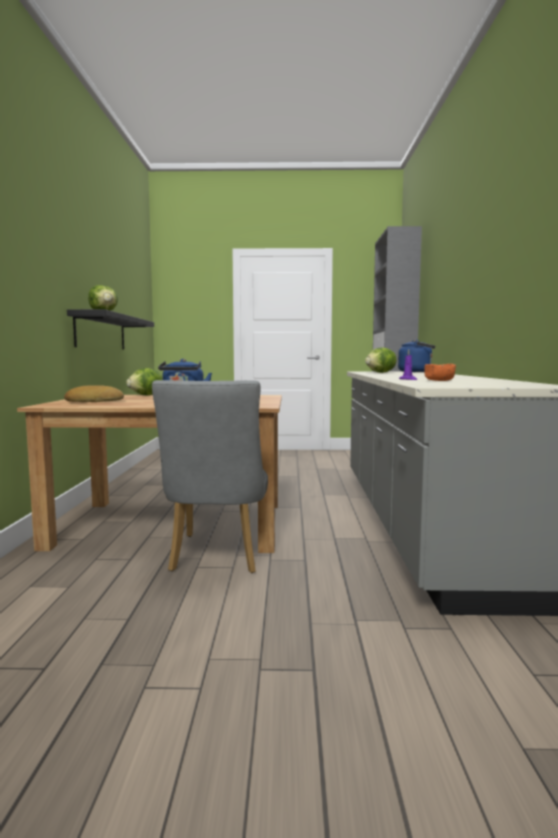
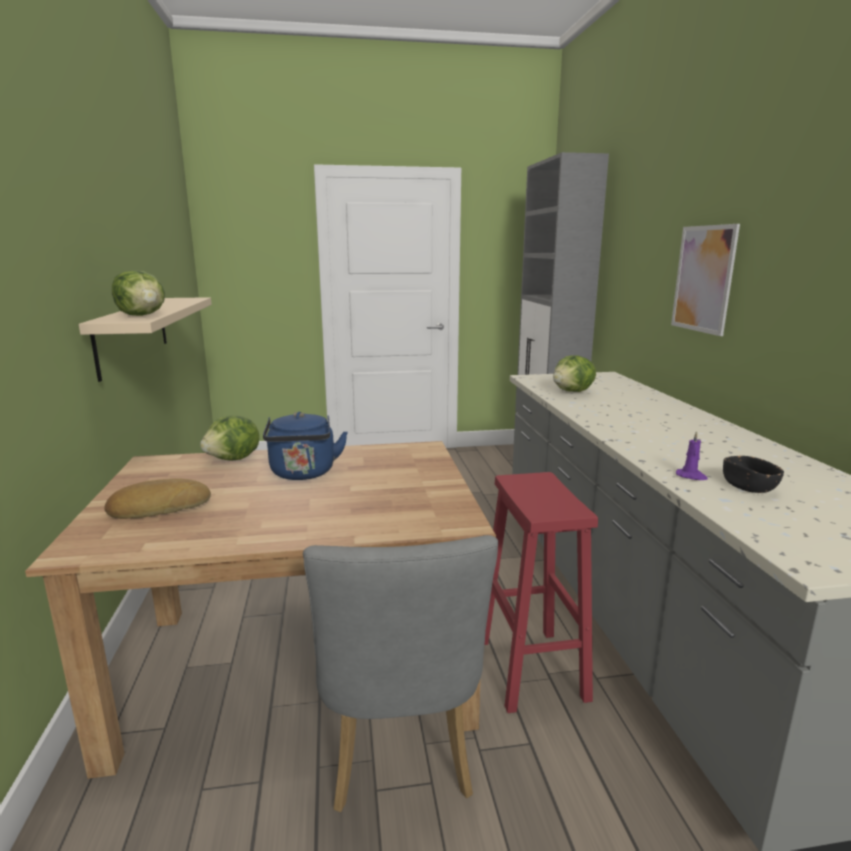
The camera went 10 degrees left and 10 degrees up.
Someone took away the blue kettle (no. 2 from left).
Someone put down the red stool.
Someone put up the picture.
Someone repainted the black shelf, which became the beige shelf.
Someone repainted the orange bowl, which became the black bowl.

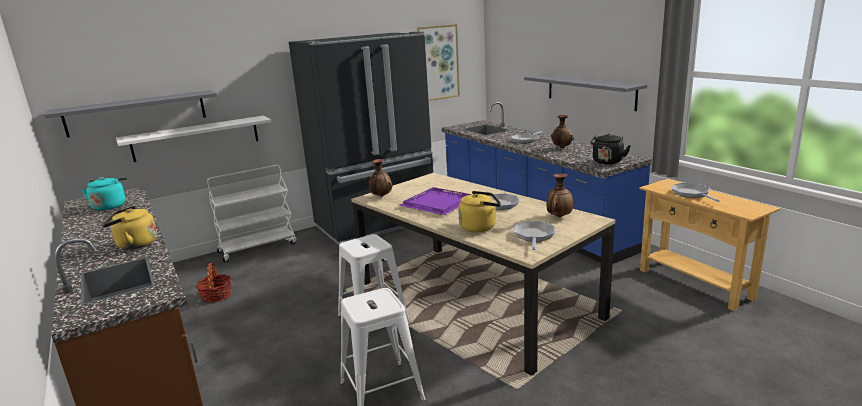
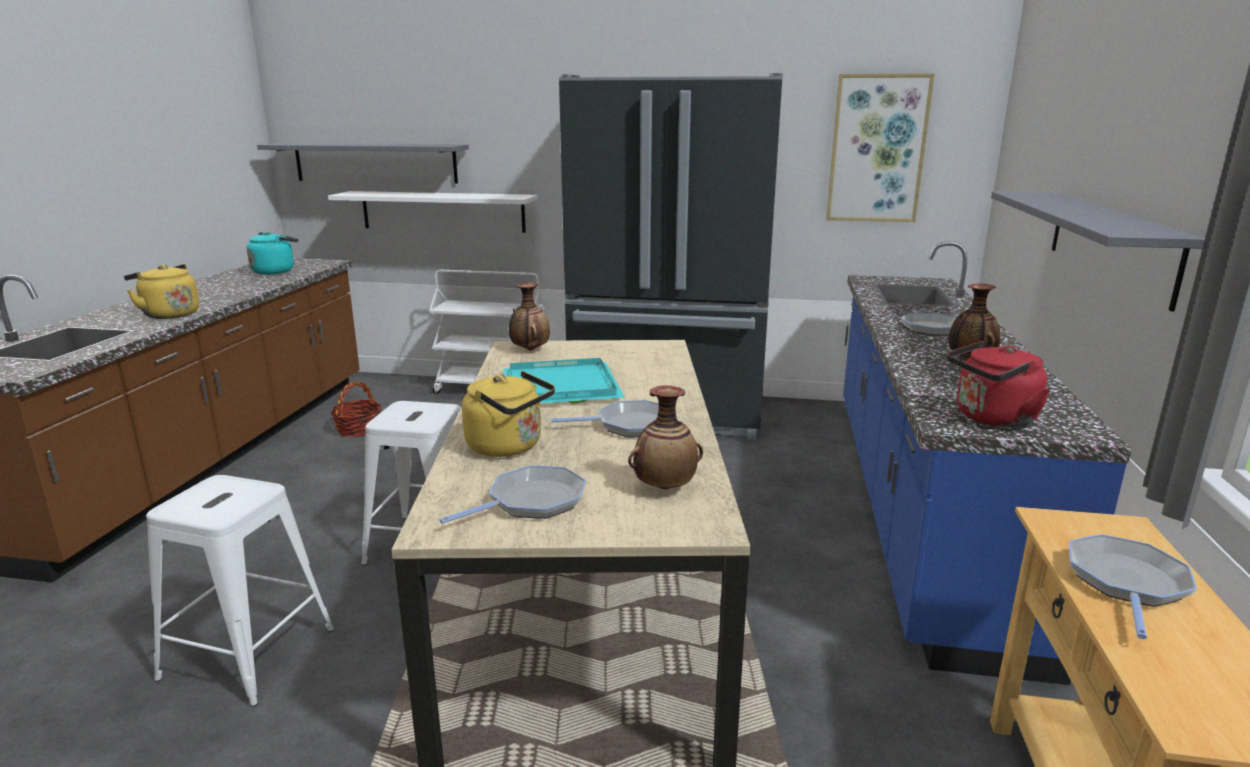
The camera went 40 degrees right and 0 degrees up.
Someone repainted the purple tray, which became the turquoise tray.
Someone repainted the black kettle, which became the red kettle.

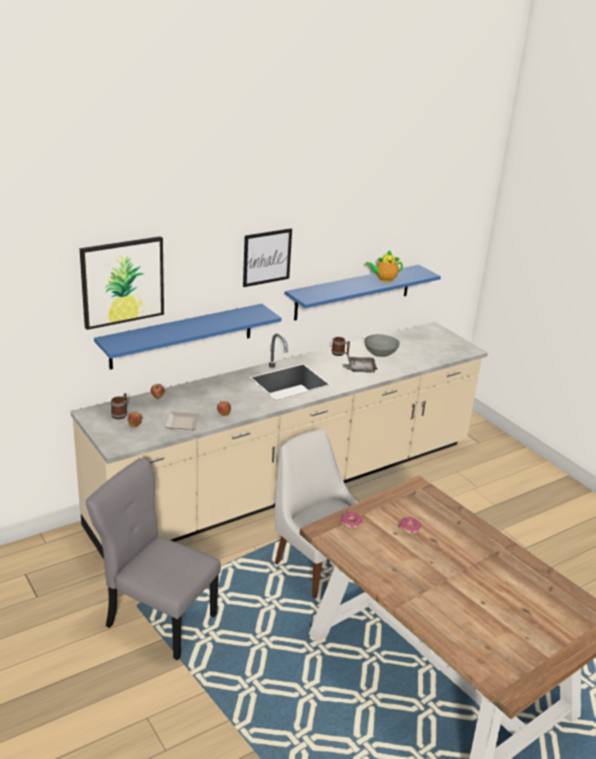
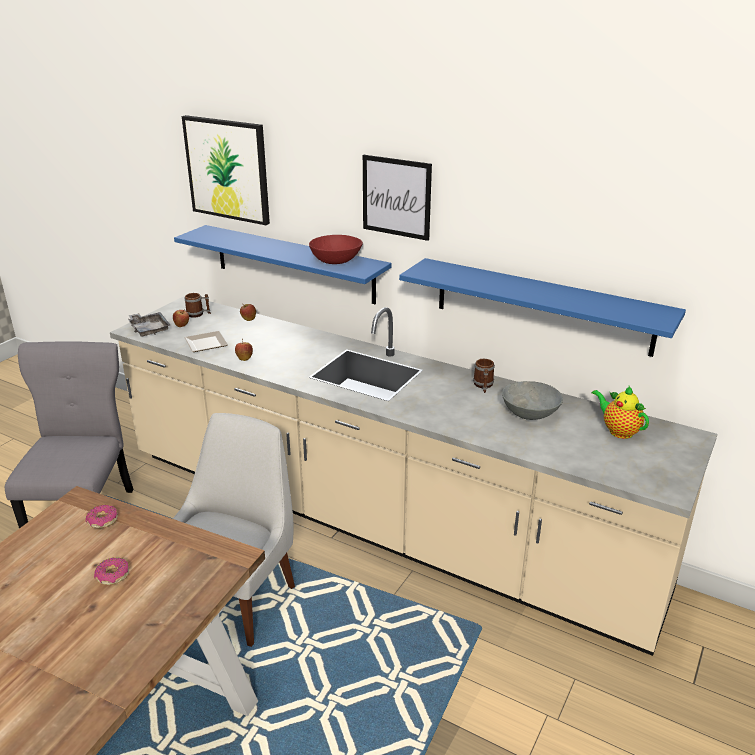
The camera went 65 degrees right and 0 degrees up.
Someone put down the red bowl.
Someone carried the grey tray.
Someone carried the teapot.

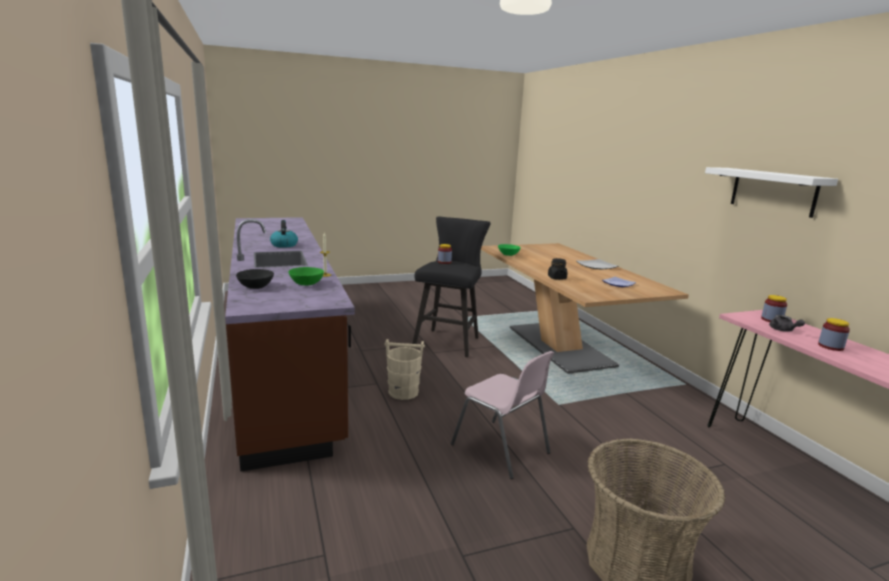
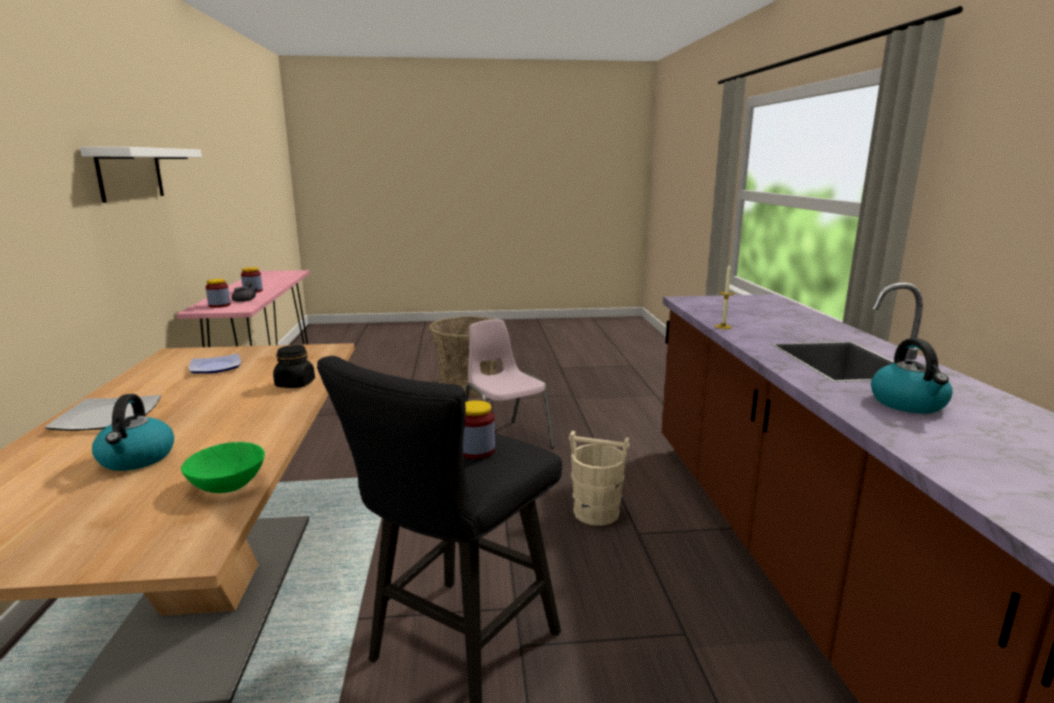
The camera went 165 degrees left and 0 degrees up.
Someone took away the black bowl.
Someone took away the green bowl (no. 1 from left).
Someone put down the kettle (no. 1 from left).

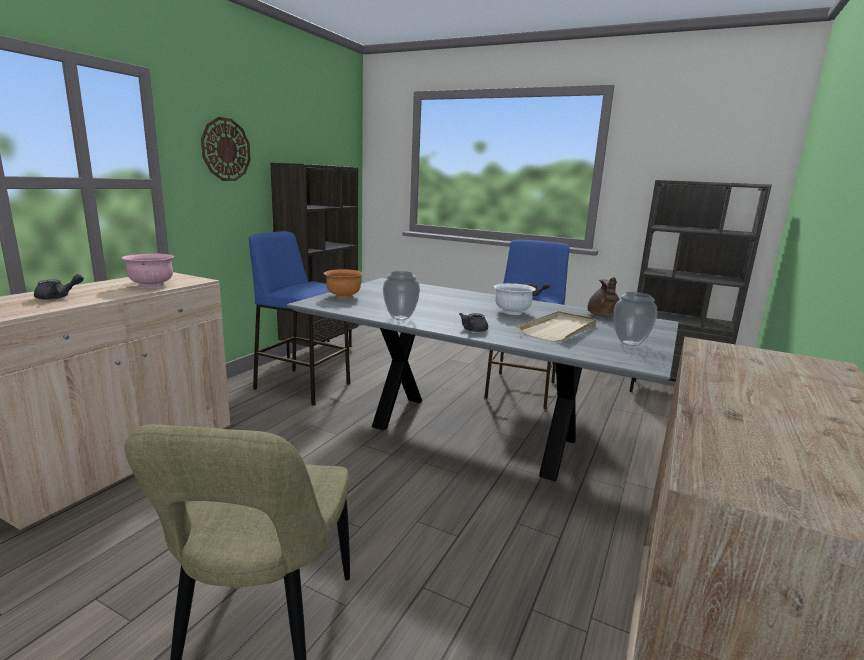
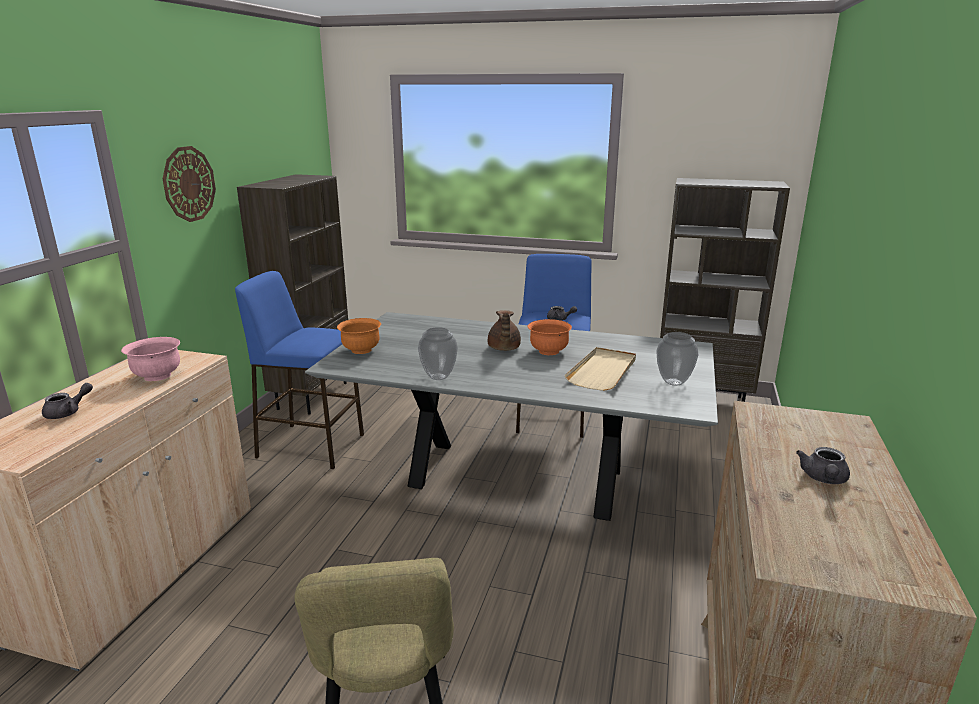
The camera went 10 degrees left and 5 degrees up.
Someone carried the grey teapot (no. 2 from left in the first image).
Someone carried the brown teapot.
Someone repainted the white bowl, which became the orange bowl (no. 2 from left).

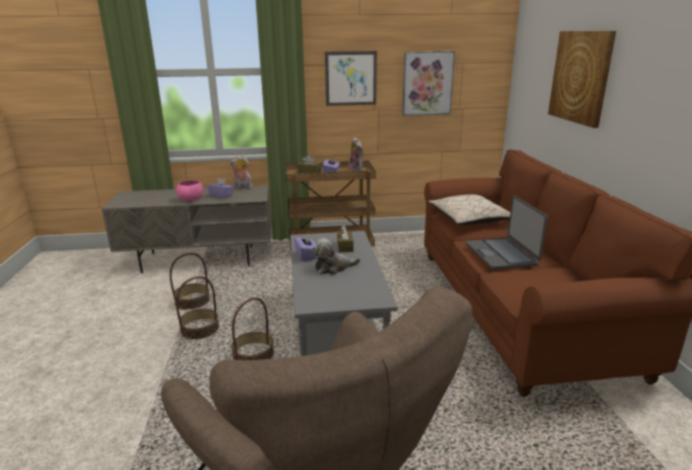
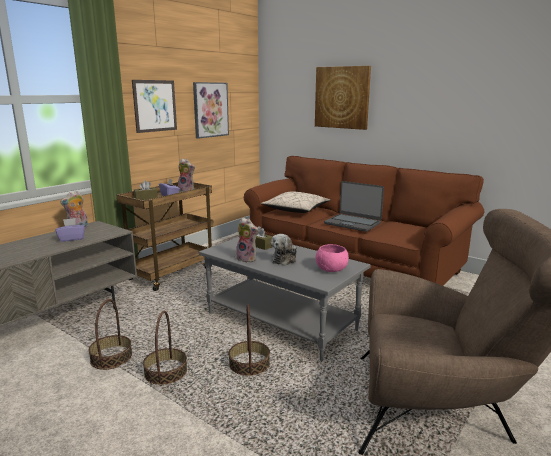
The camera went 45 degrees left and 5 degrees down.
Someone carried the pink bowl.
Someone swapped the purple tissue box (no. 2 from left) for the plush toy (no. 3 from left).

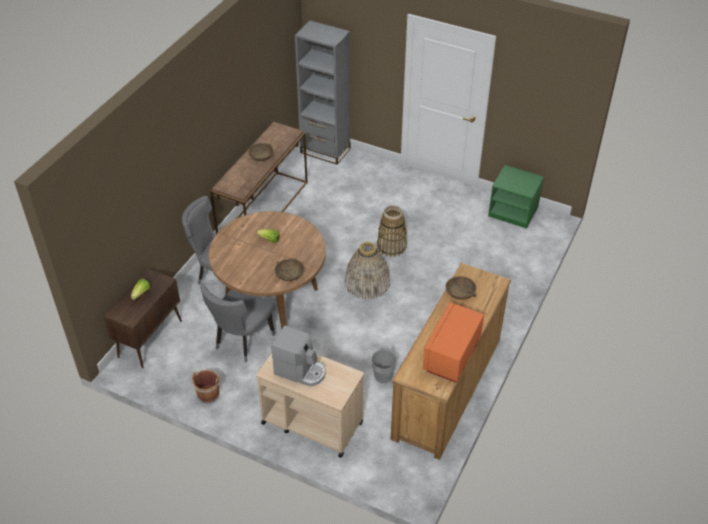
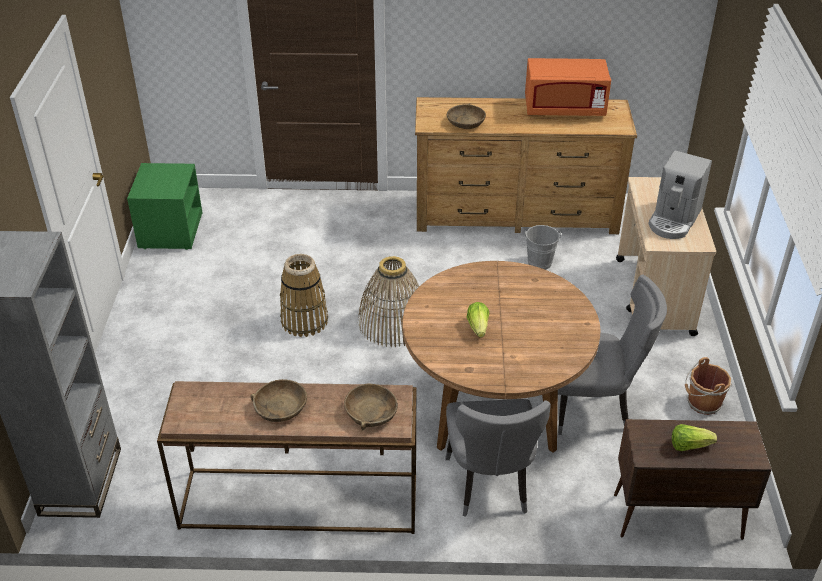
The camera went 115 degrees left and 5 degrees down.
Someone carried the brown bowl (no. 2 from left).
Someone rotated the coffee machine by 150 degrees counterclockwise.

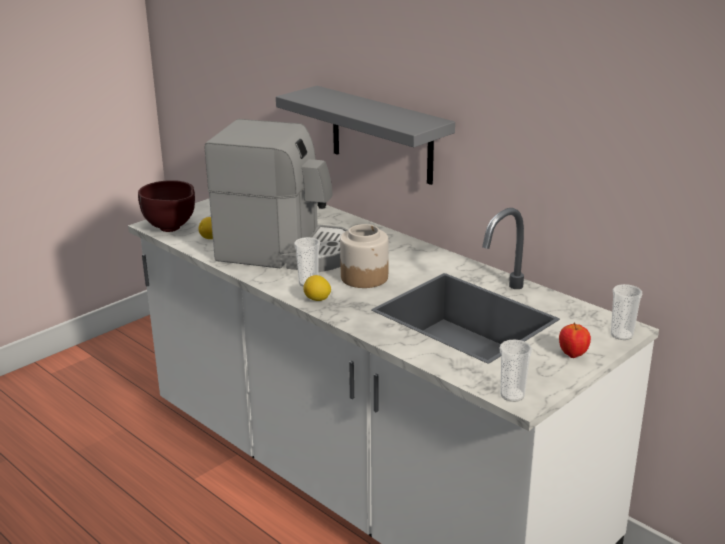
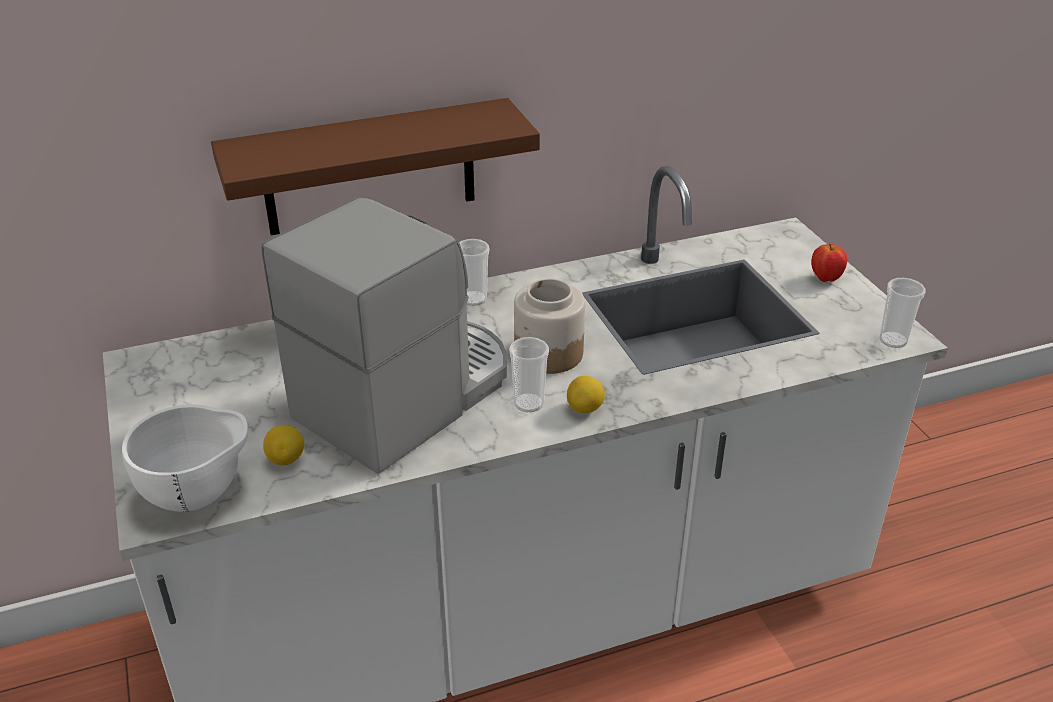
The camera went 65 degrees left and 10 degrees up.
Someone carried the cup (no. 3 from left in the first image).
Someone repainted the brown bowl, which became the white bowl.
Someone repainted the grey shelf, which became the brown shelf.

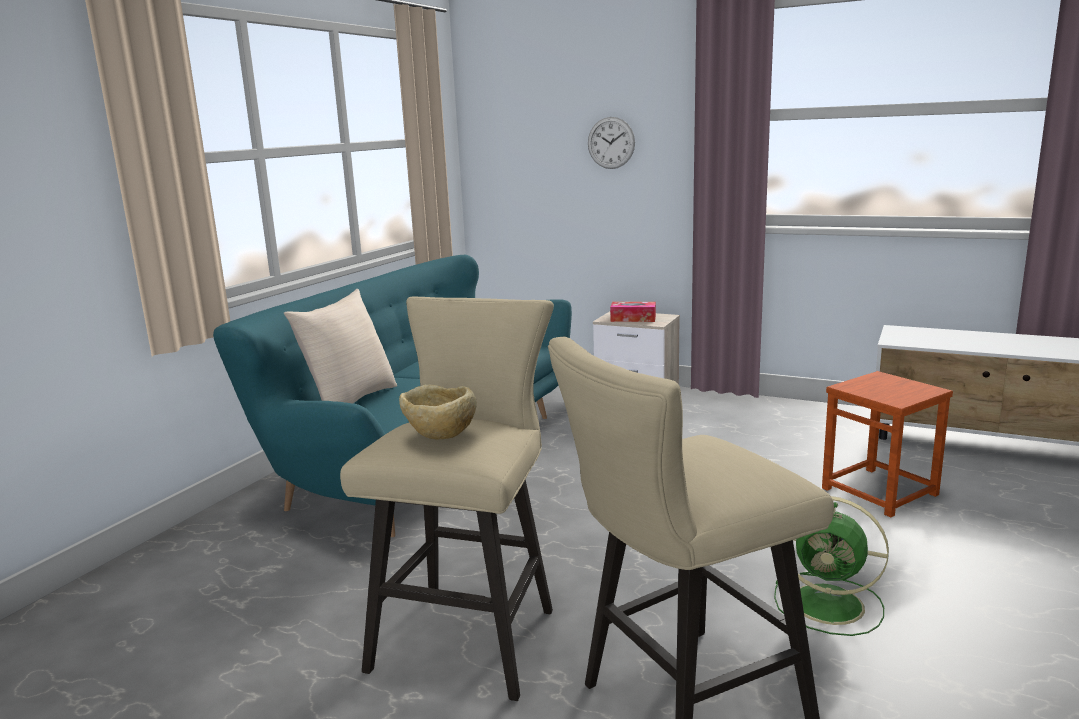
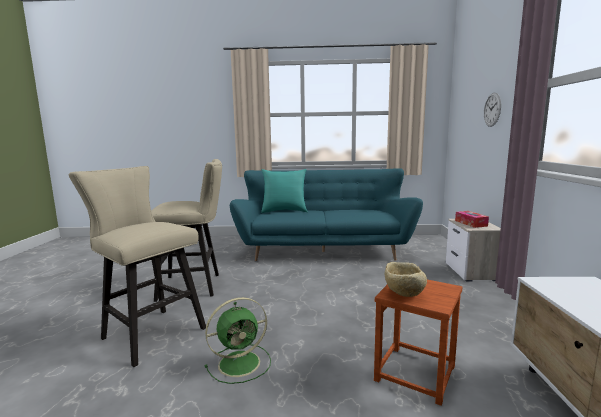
The camera went 65 degrees right and 5 degrees down.
Someone carried the beige bowl.
Someone repainted the beige pillow, which became the turquoise pillow.
Someone rotated the green fan by 120 degrees counterclockwise.

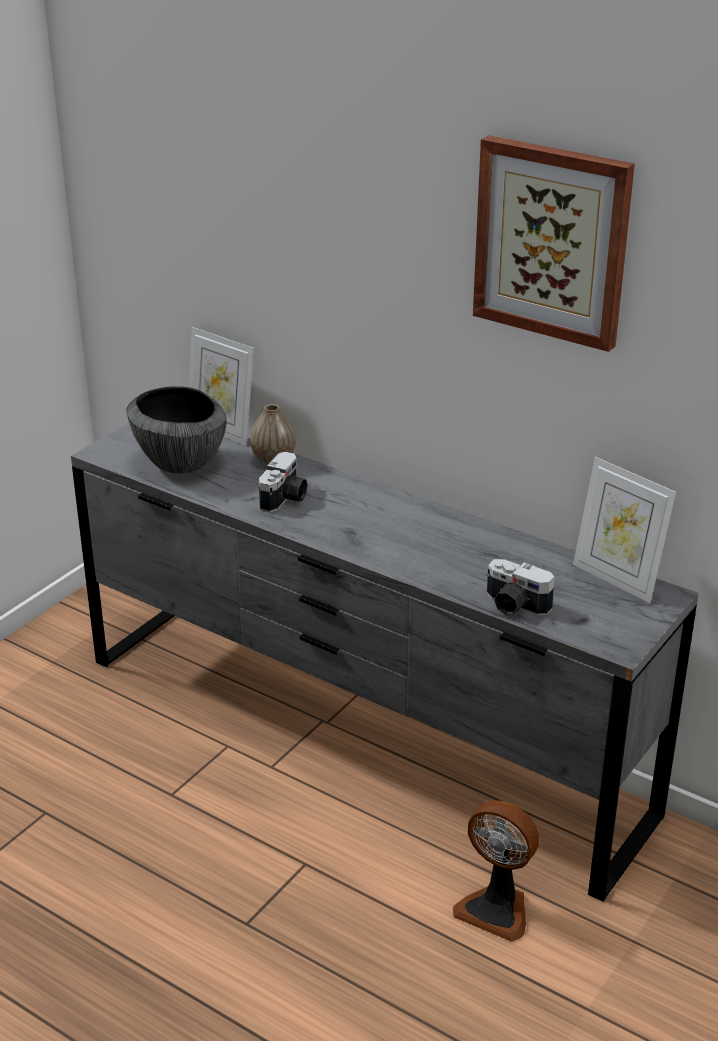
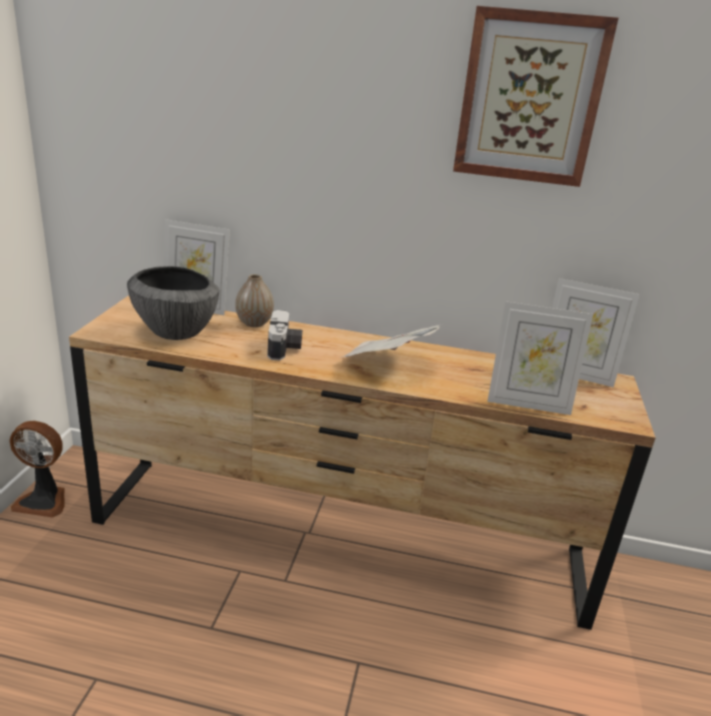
The camera went 25 degrees left and 5 degrees down.
Someone put down the newspaper.
Someone carried the fan.
Someone swapped the photo camera (no. 2 from left) for the picture frame (no. 2 from left).
Someone repainted the grey dresser, which became the brown dresser.

